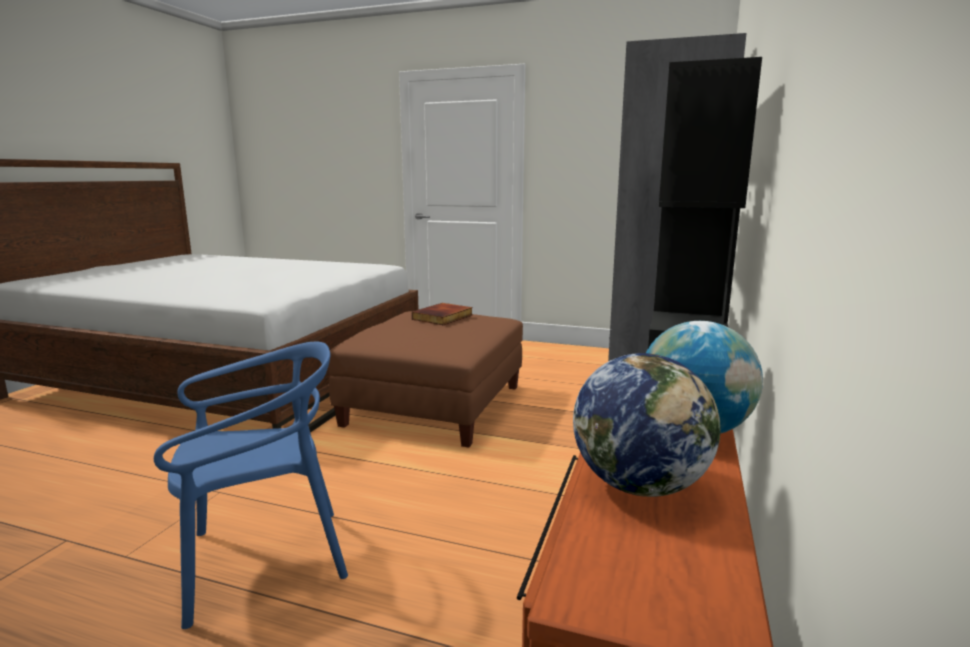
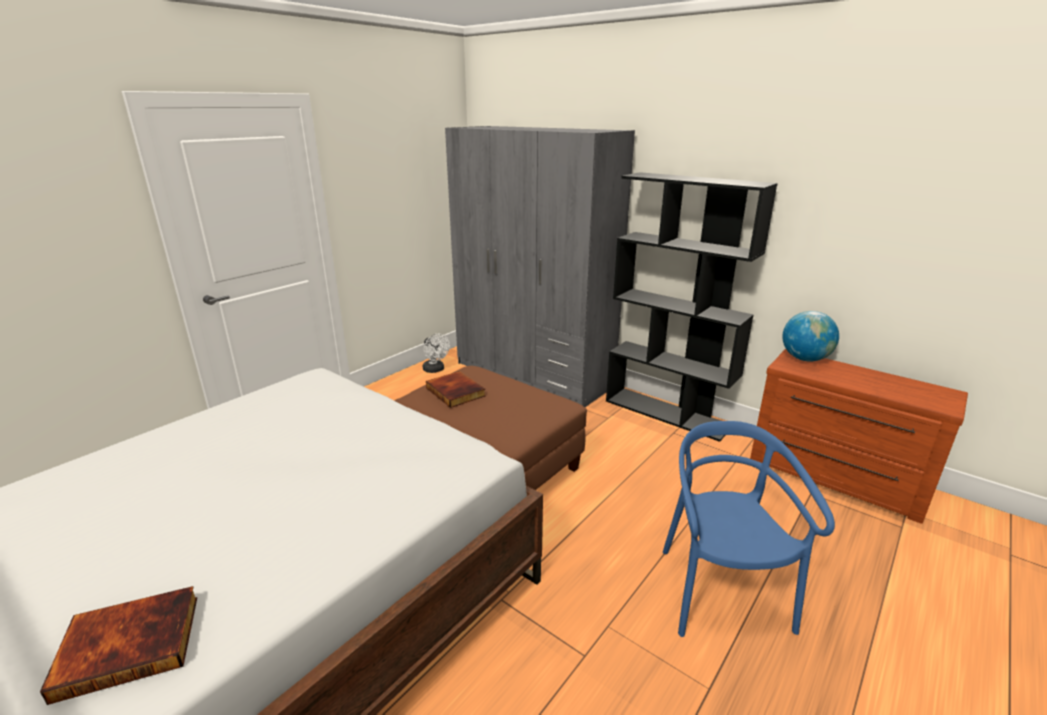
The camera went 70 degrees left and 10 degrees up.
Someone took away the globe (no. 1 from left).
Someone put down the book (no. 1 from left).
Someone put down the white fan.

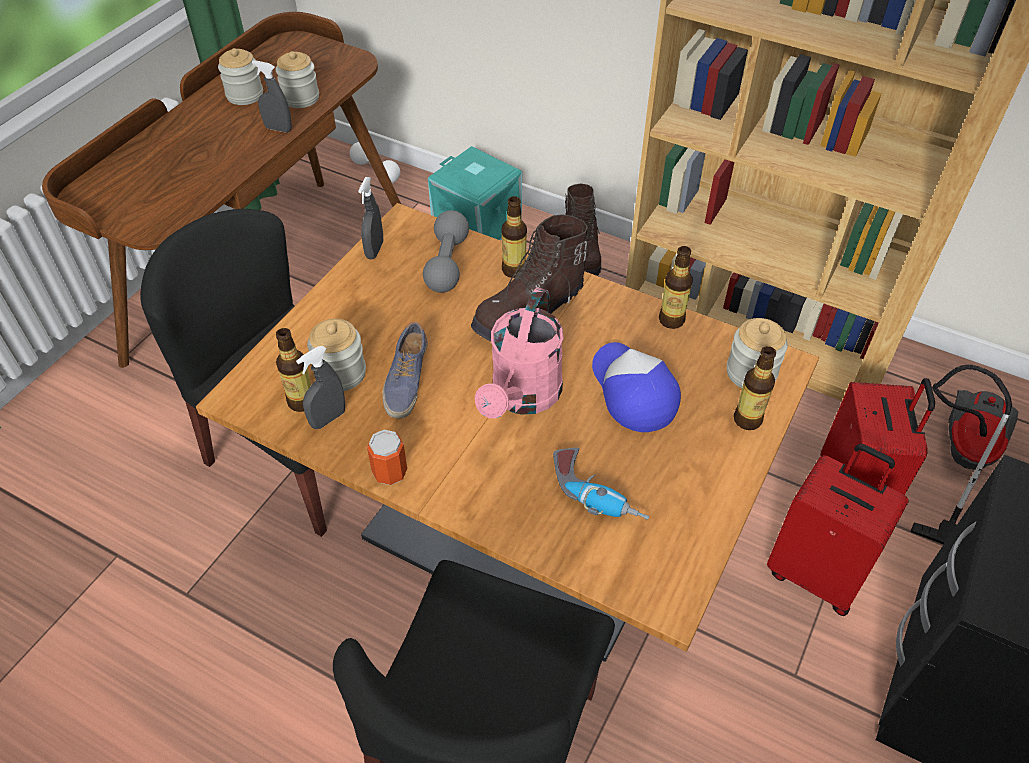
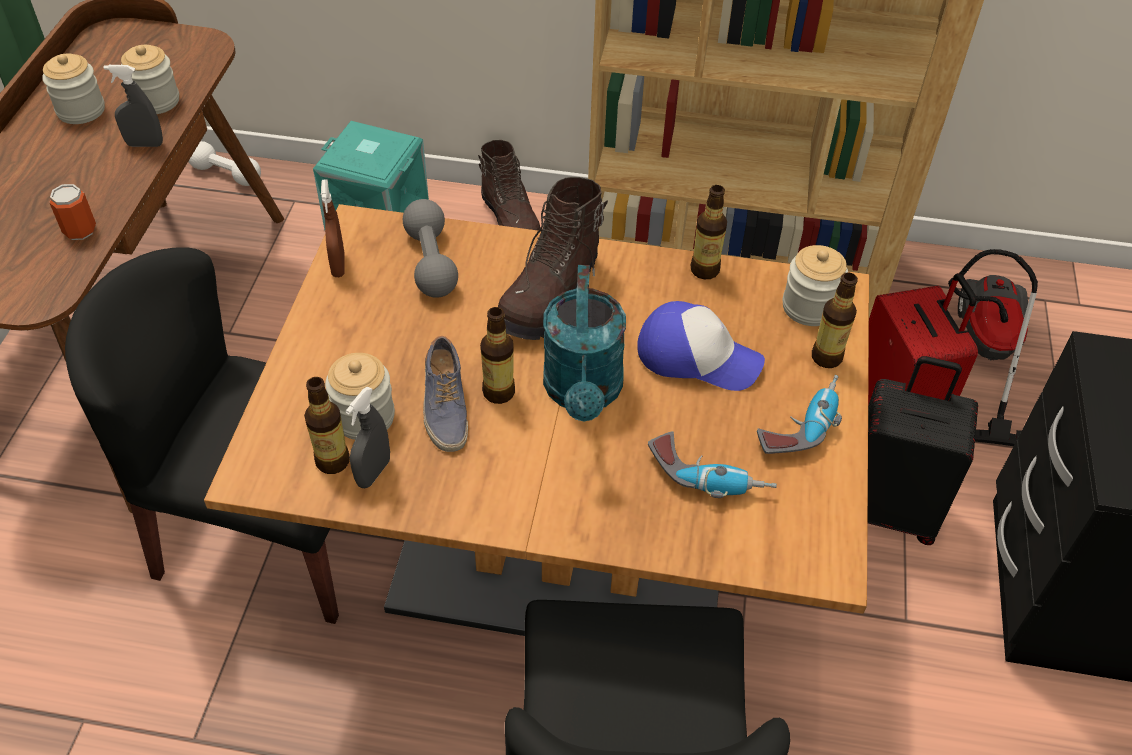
The camera went 20 degrees left and 0 degrees up.
Someone put down the power drill (no. 2 from left).
Someone carried the can.
Someone carried the bottle (no. 2 from left).
Someone repainted the grey spray bottle (no. 3 from left), which became the brown spray bottle.
Someone repainted the pink watering can, which became the turquoise watering can.
Someone repainted the red suitcase (no. 1 from left), which became the black suitcase.
Someone rotated the cap by 150 degrees clockwise.

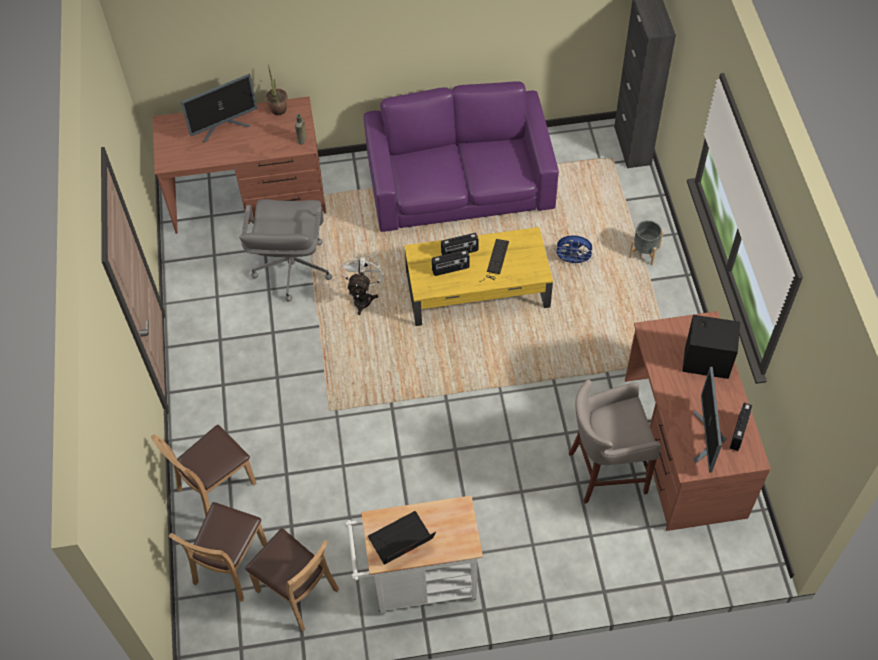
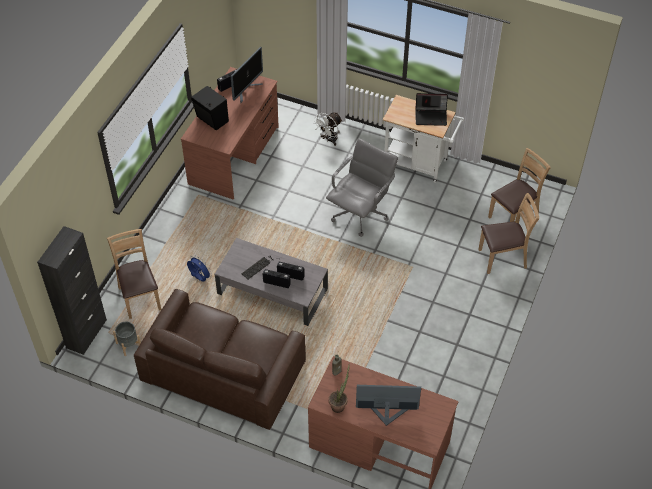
The camera went 150 degrees left and 5 degrees down.
Someone took away the grey stool.
Someone carried the grey office chair.
Someone carried the brown chair (no. 3 from left in the first image).
Someone carried the white fan.
Someone carried the grey planter.
Someone repainted the purple sofa, which became the brown sofa.
Someone repainted the yellow coffee table, which became the grey coffee table.

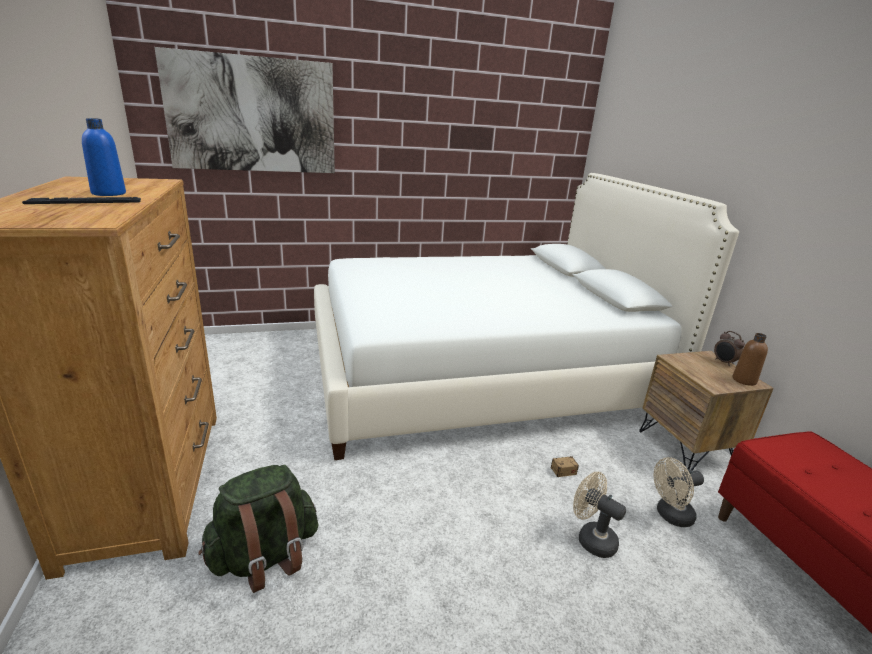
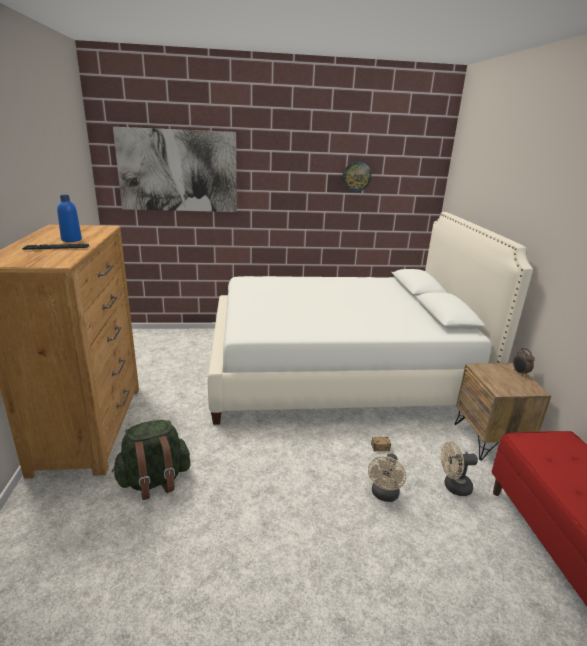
The camera went 10 degrees right and 0 degrees up.
Someone took away the brown bottle.
Someone put up the wall clock.
Someone rotated the beige fan (no. 1 from left) by 120 degrees counterclockwise.

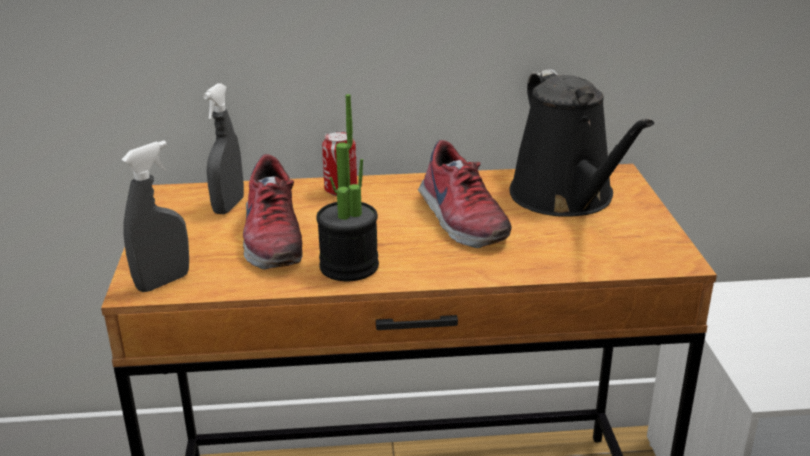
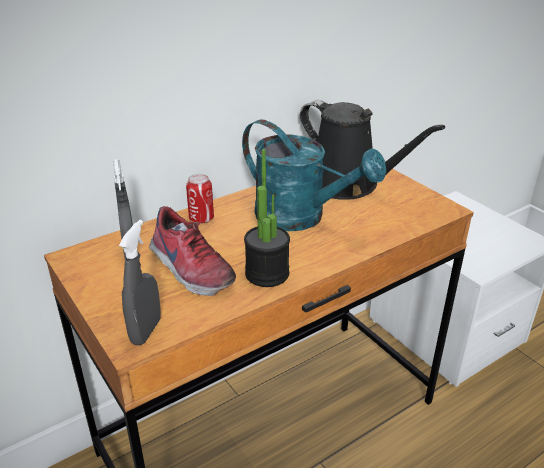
The camera went 30 degrees left and 5 degrees up.
Someone swapped the shoe (no. 2 from left) for the turquoise watering can.

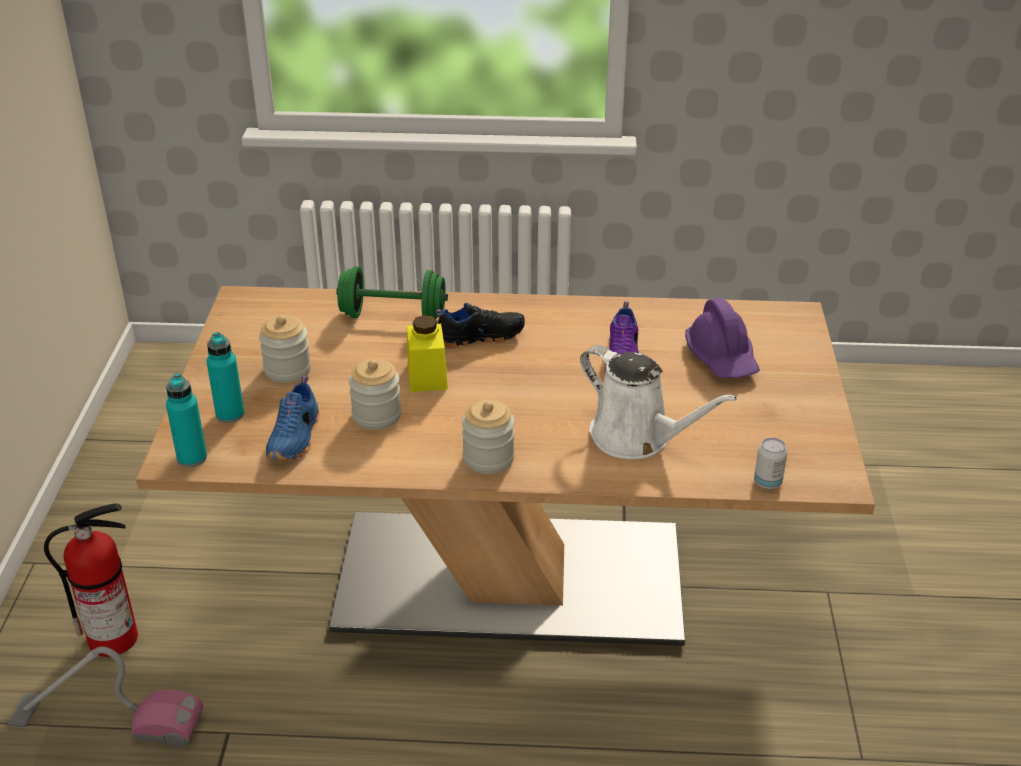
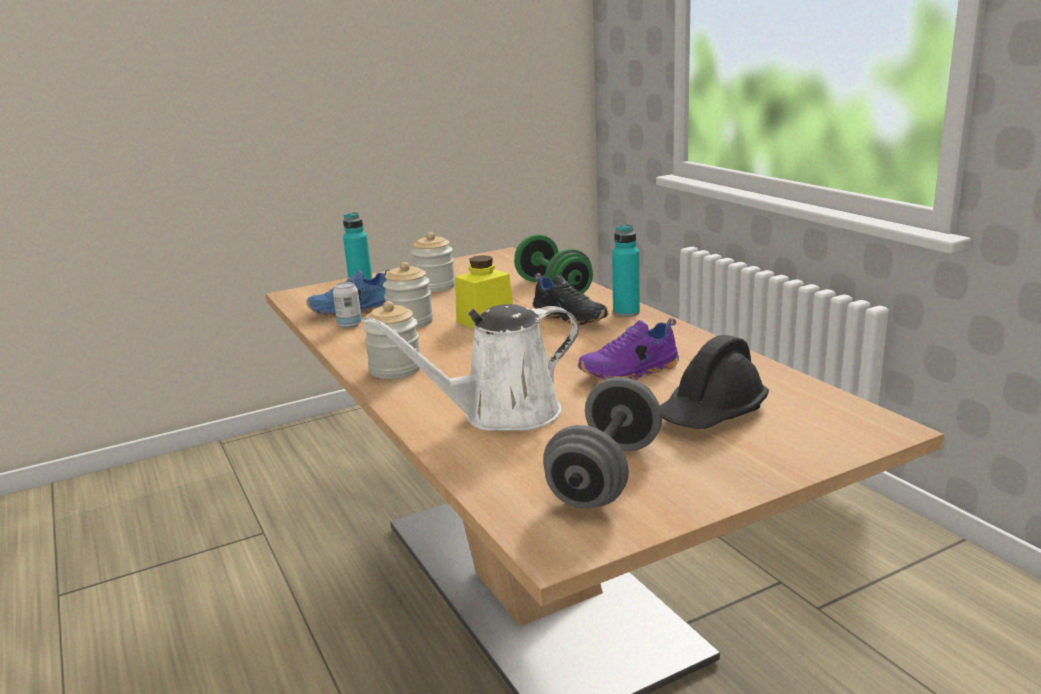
The camera went 60 degrees right and 15 degrees down.
Someone took away the vacuum cleaner.
Someone took away the fire extinguisher.
Someone put down the grey dumbbell.
Someone carried the turquoise bottle (no. 1 from left in the first image).
Someone carried the can.
Someone repainted the purple hard hat, which became the black hard hat.
Someone rotated the white watering can by 60 degrees clockwise.

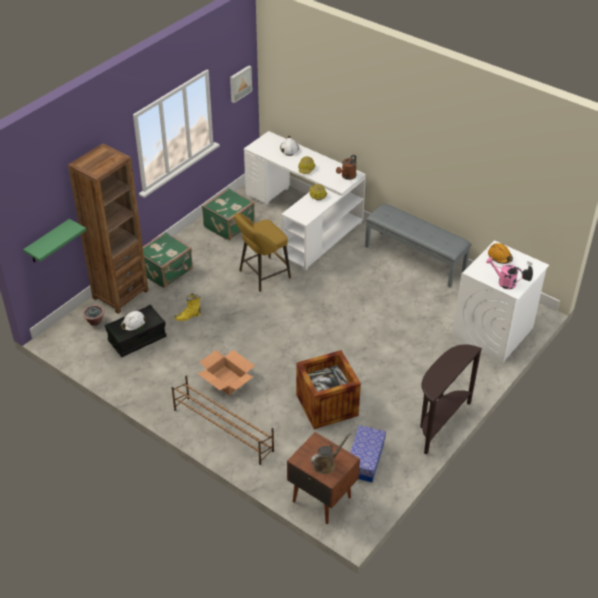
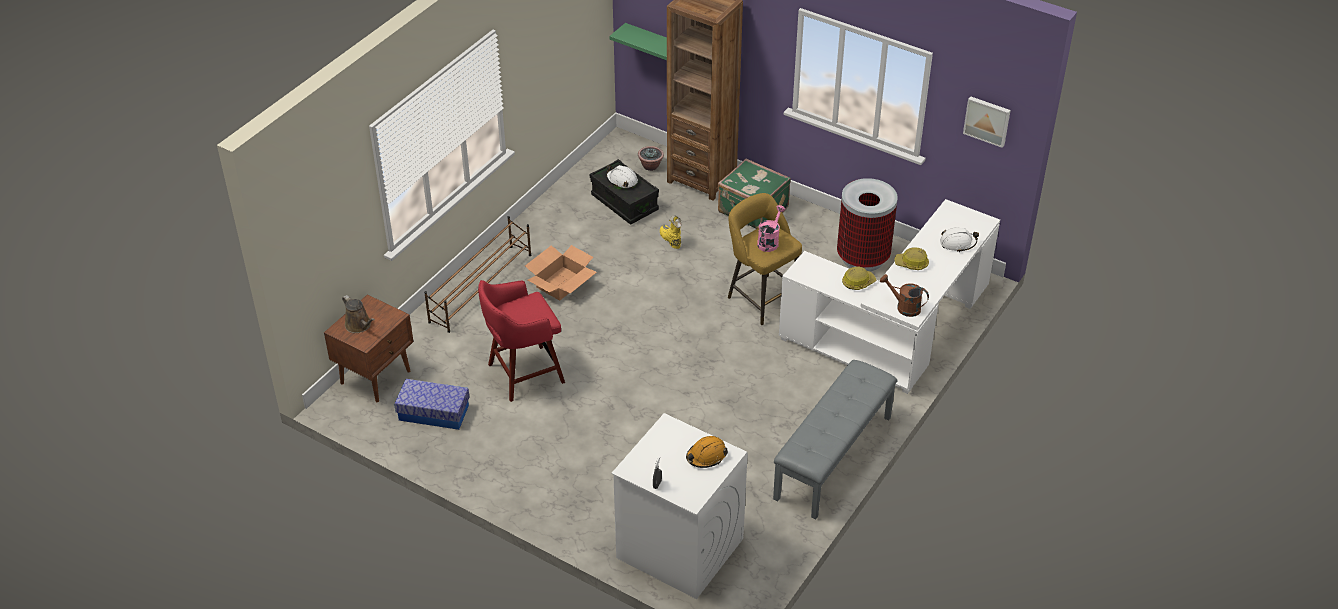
The camera went 85 degrees right and 0 degrees up.
Someone took away the brown console table.
Someone carried the pink watering can.
Someone swapped the green suitcase (no. 2 from left) for the trash can.
Someone swapped the crate for the red stool.

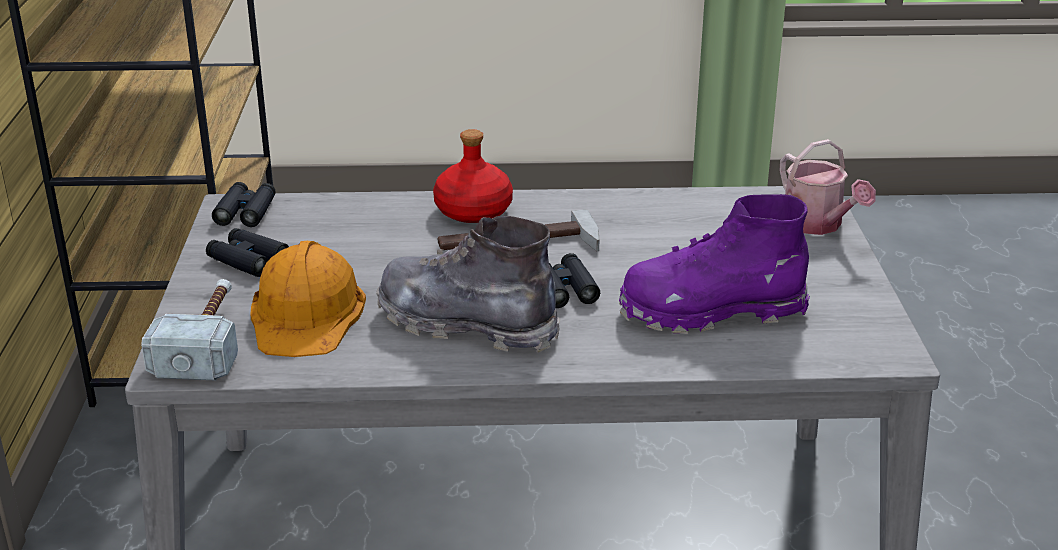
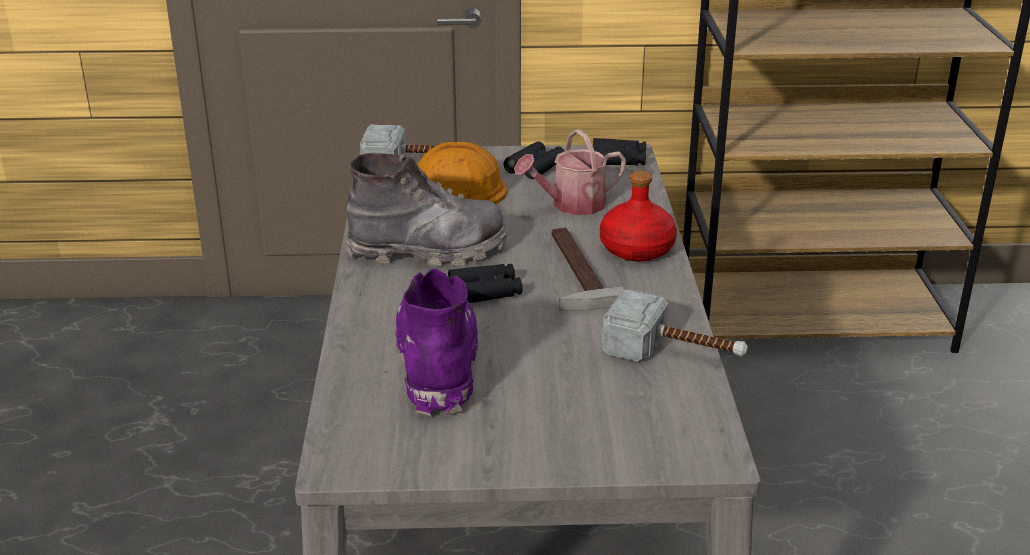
The camera went 90 degrees right and 0 degrees up.
Someone put down the hammer (no. 3 from left).
Someone carried the watering can.
Someone rotated the grey boot by 60 degrees clockwise.

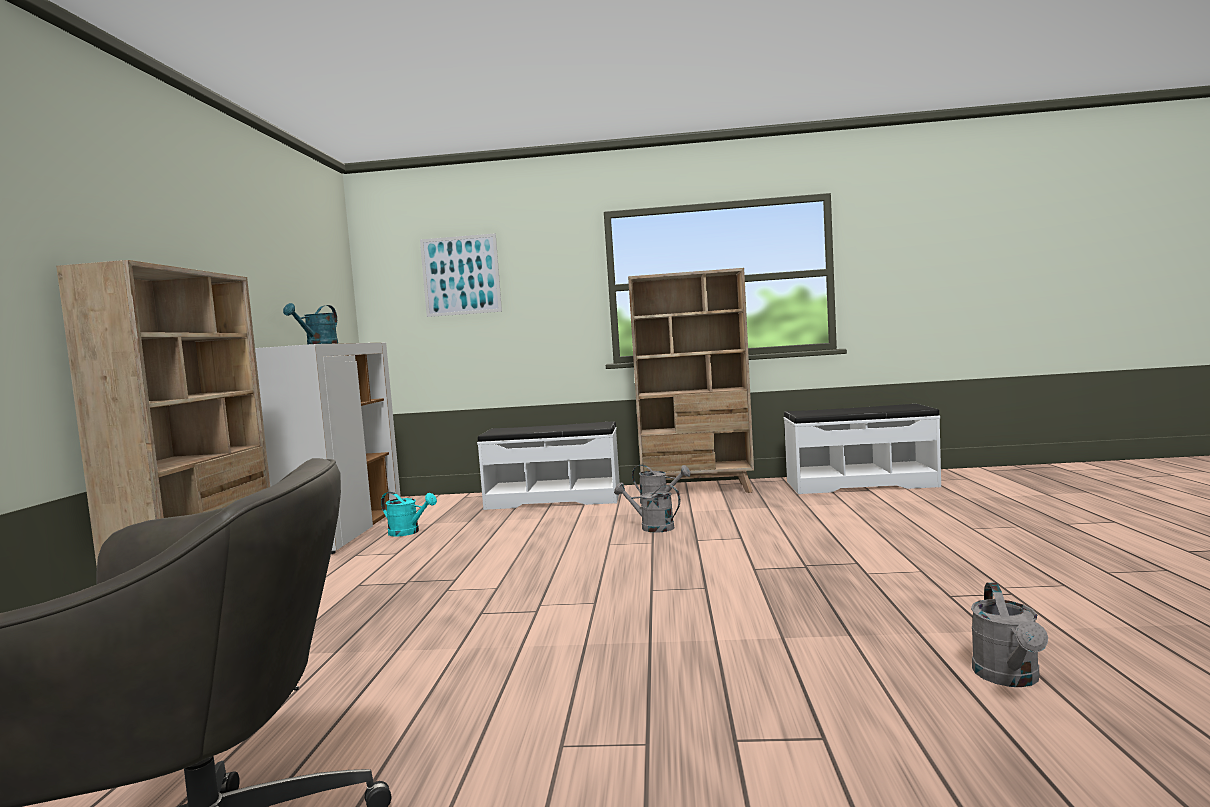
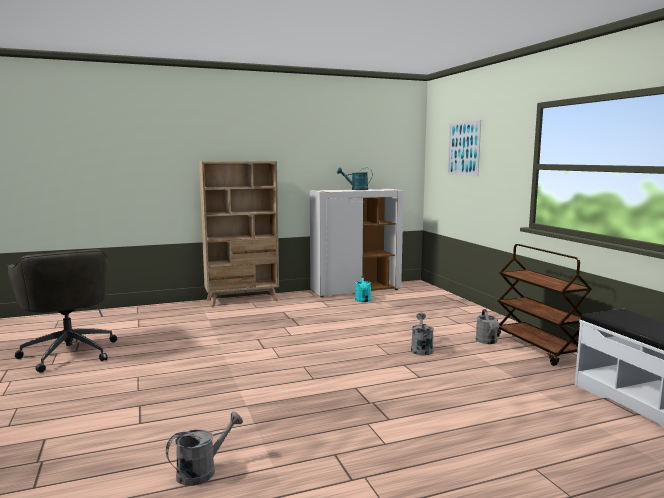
The camera went 65 degrees right and 5 degrees up.
Someone took away the white bench (no. 1 from left).
Someone swapped the beige bookcase (no. 2 from left) for the brown cart.
Someone rotated the grey watering can (no. 3 from left in the first image) by 150 degrees clockwise.

